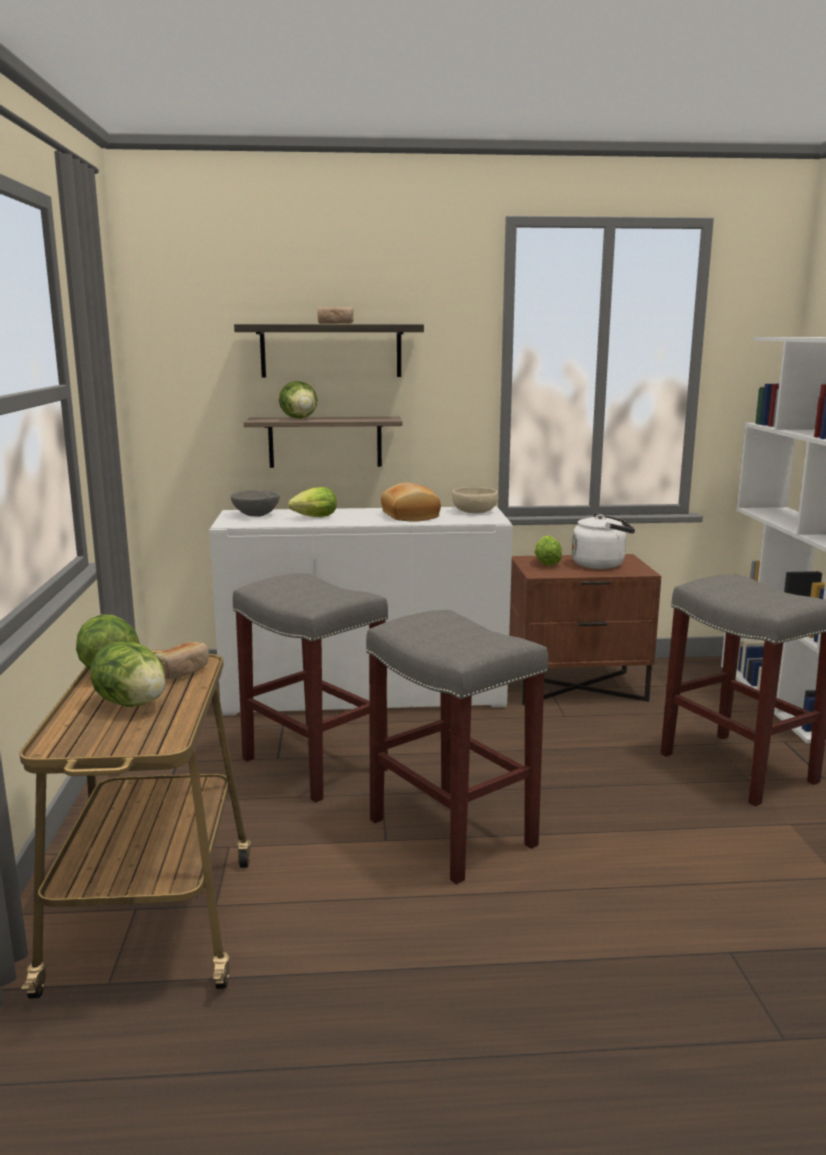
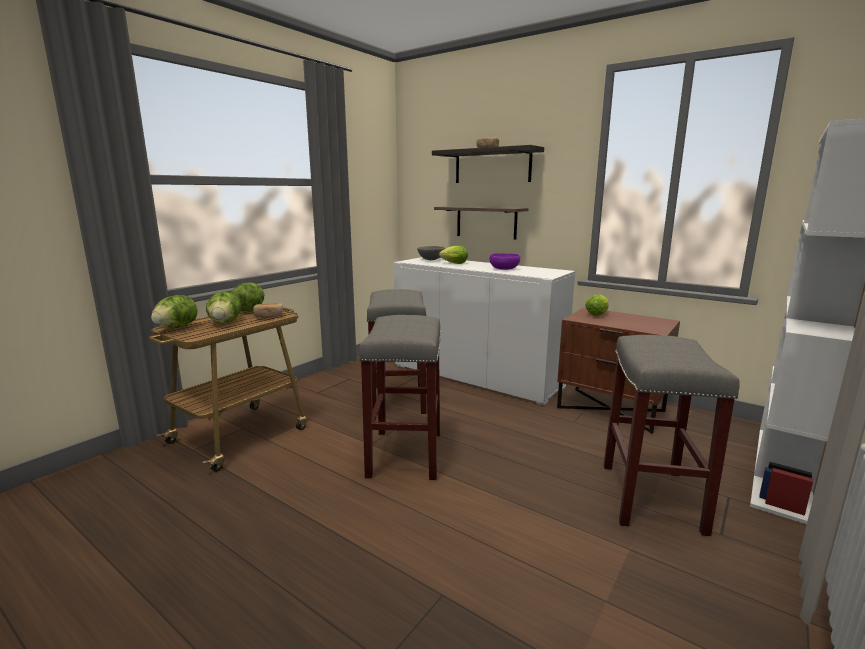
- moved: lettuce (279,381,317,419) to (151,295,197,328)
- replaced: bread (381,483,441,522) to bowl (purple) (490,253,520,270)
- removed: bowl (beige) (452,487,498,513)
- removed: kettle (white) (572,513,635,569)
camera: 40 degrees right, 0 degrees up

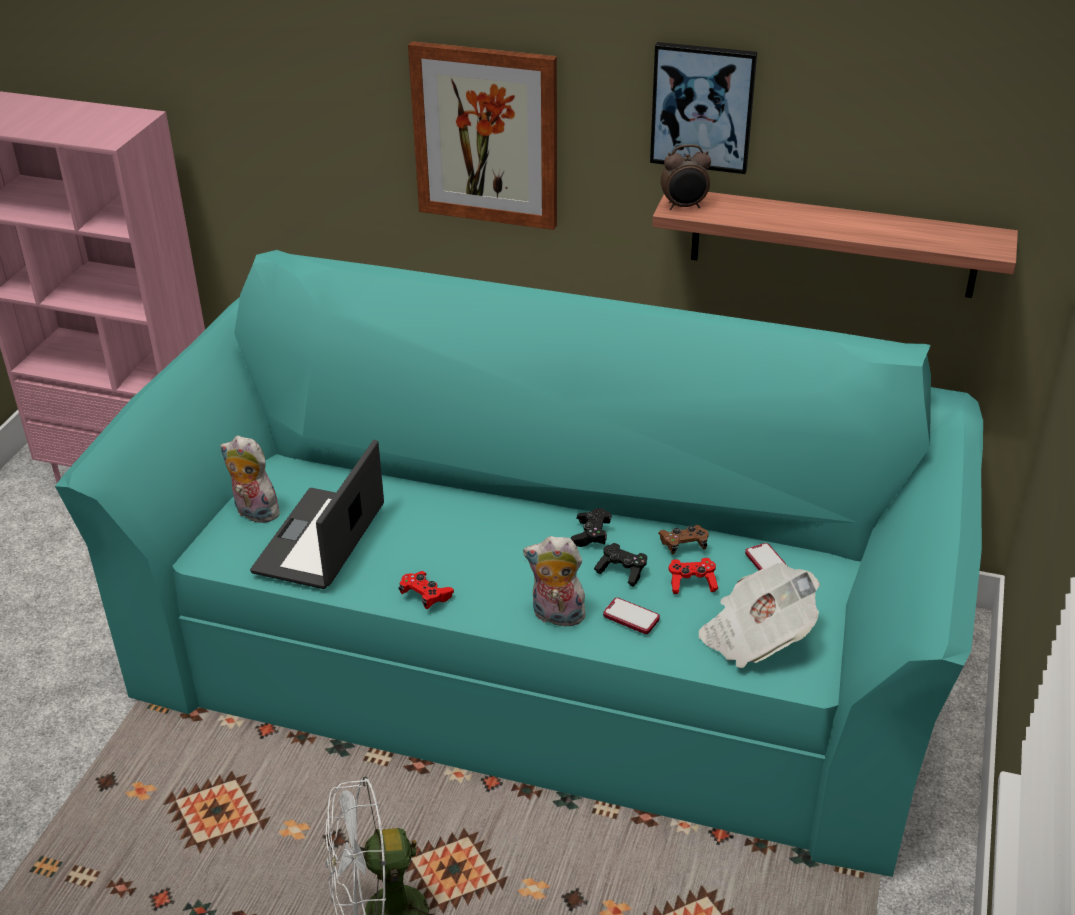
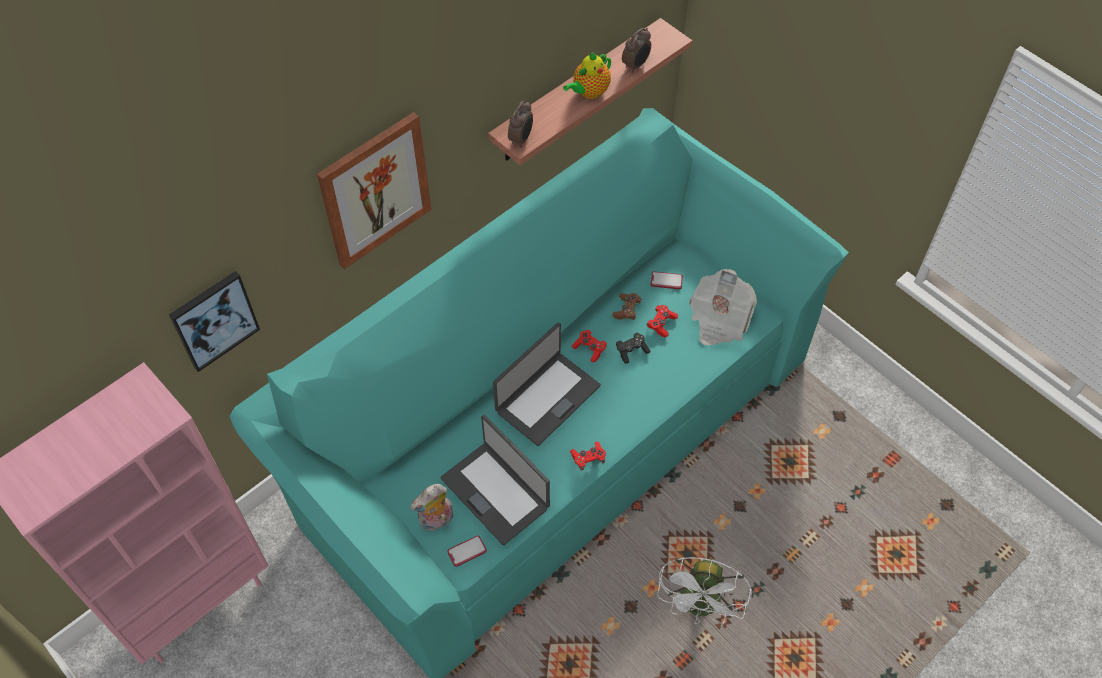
- removed: plush toy (523,536,588,630)
- recoloured: game controller (black) (571,508,612,547) to game controller (red) (572,330,607,363)
- moved: phone (603,598,660,634) to (447,536,487,567)
- moved: picture (650,42,757,174) to (169,271,260,372)
- added: laptop (493,322,601,446)
- added: teapot (563,53,611,99)
- added: alarm clock (622,28,651,73)
camera: 60 degrees left, 20 degrees up

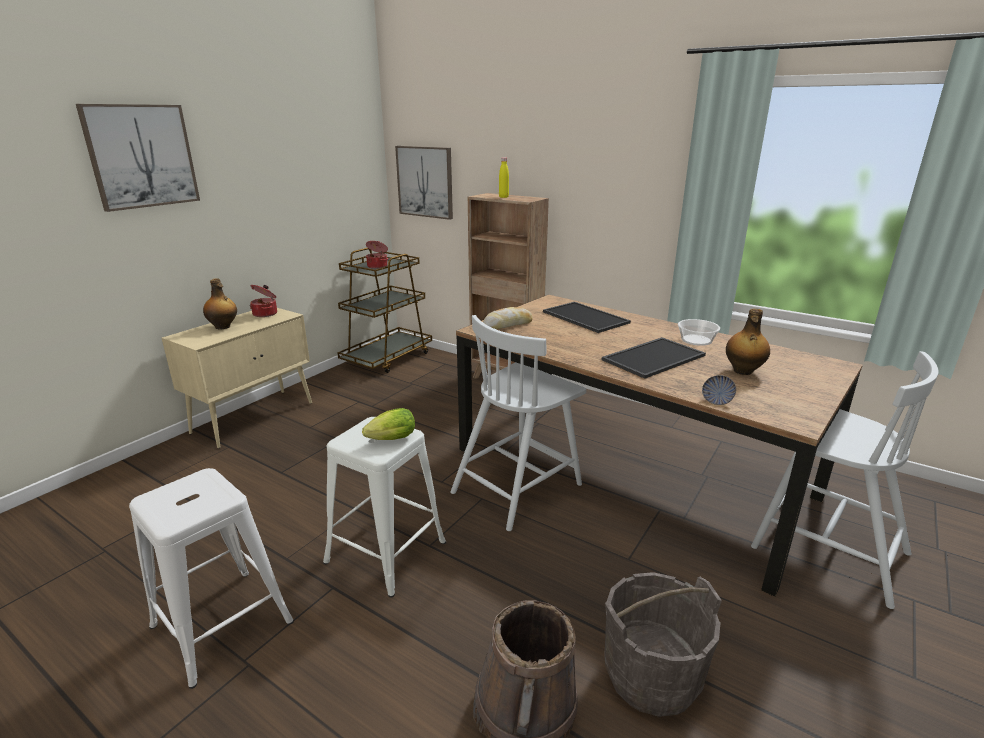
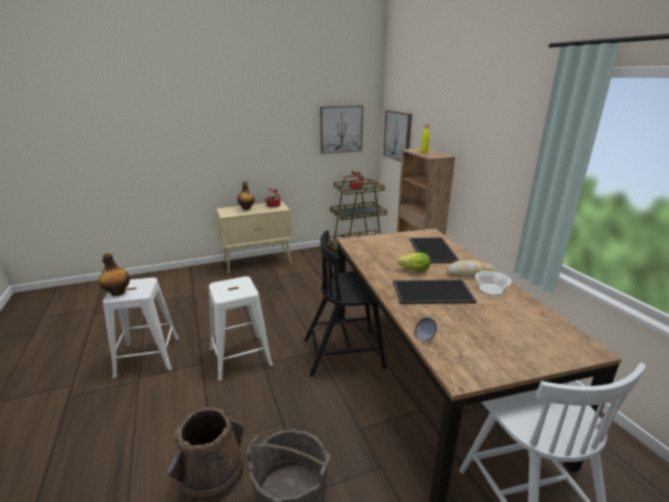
- moved: picture (76,104,200,212) to (320,105,363,154)
- moved: lettuce (362,408,415,440) to (397,253,431,272)
- recoloured: chair (white) (450,315,586,531) to chair (black) (304,230,386,377)
- moved: bread (483,307,532,329) to (447,260,496,277)
- moved: bottle (726,309,770,375) to (98,253,130,296)
camera: 35 degrees right, 0 degrees up

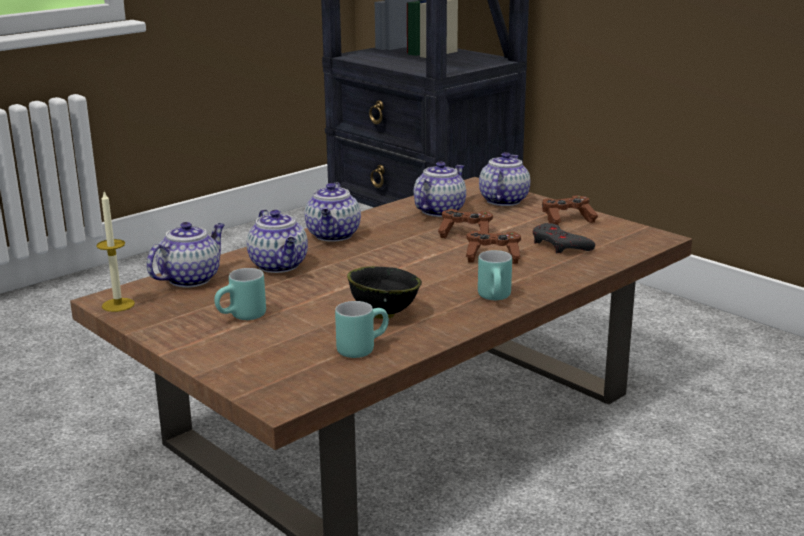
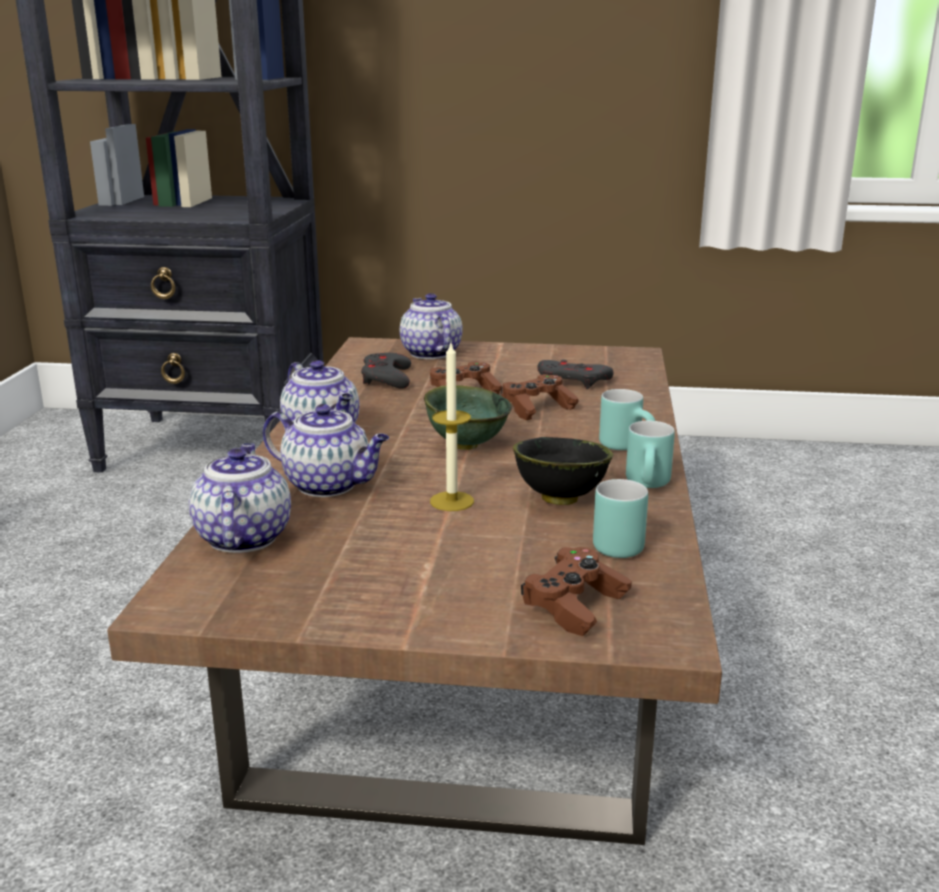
- moved: candle (96,192,135,312) to (430,343,474,511)
- moved: mug (turquoise) (214,268,266,320) to (626,421,675,488)
- replaced: teapot (414,162,466,217) to game controller (grey) (361,353,411,389)
- moved: game controller (brown) (542,195,598,226) to (521,547,632,636)
- added: bowl (green) (424,385,512,450)
camera: 40 degrees left, 0 degrees up

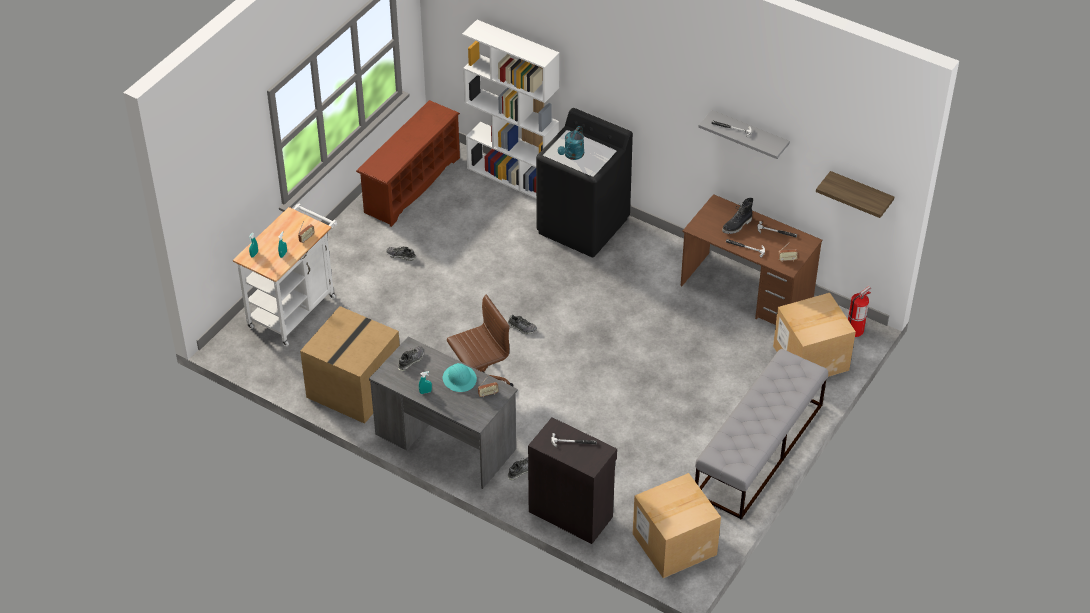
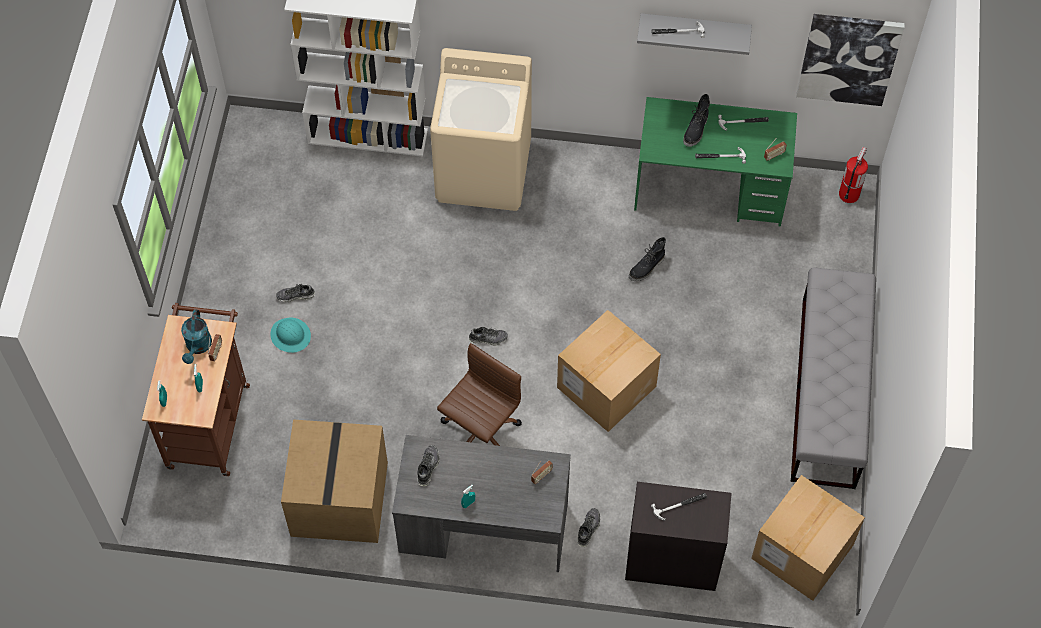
- recoloured: cart (white) (233,204,337,346) to cart (brown) (142,303,250,476)
- removed: shoe rack (brown) (356,100,460,227)
- moved: hard hat (turquoise) (442,363,477,392) to (270,318,311,353)
- recoloured: washing machine (black) (536,108,633,257) to washing machine (beige) (430,48,532,211)
- moved: watering can (turquoise) (558,126,584,160) to (181,310,212,364)
- recoloured: desk (brown) (681,194,822,325) to desk (green) (634,97,797,227)
- moved: cardboard box (773,293,856,377) to (557,310,661,432)
- replaced: shelf (816,171,894,218) to picture (796,14,905,106)
- added: boot (black) (629,237,666,281)
camera: 25 degrees left, 15 degrees up

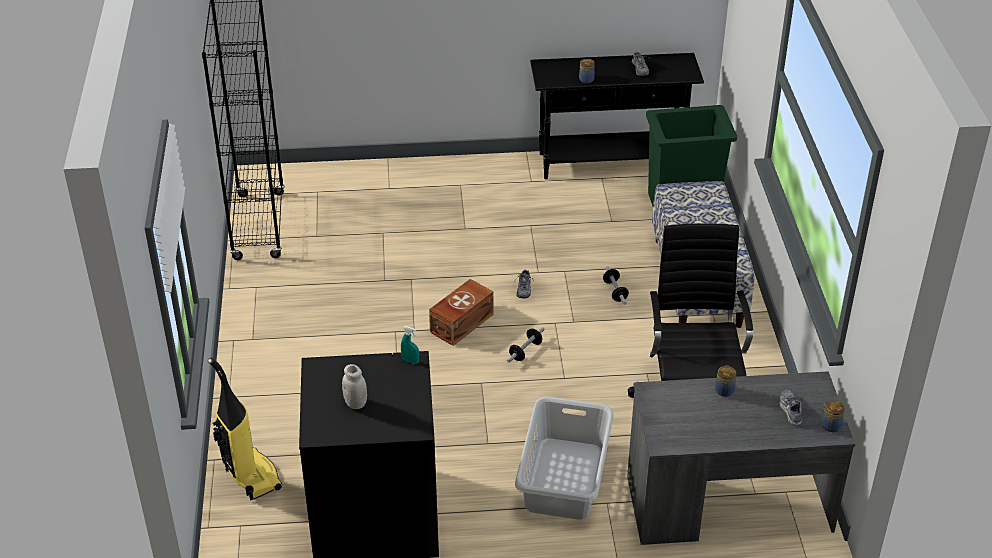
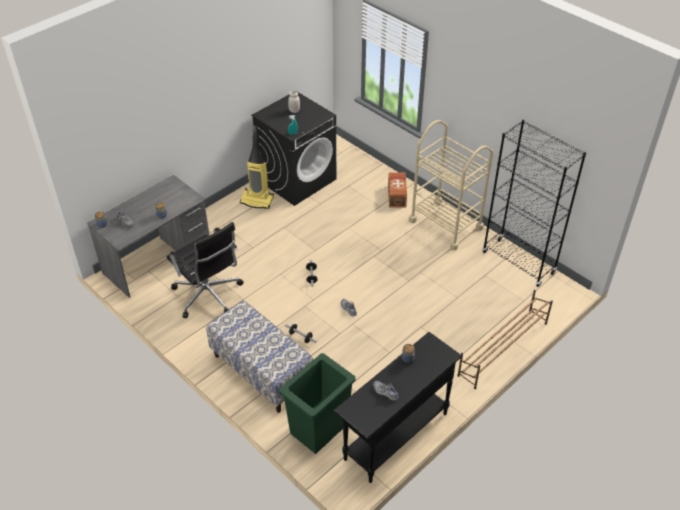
- moved: vacuum cleaner (208,358,282,500) to (240,126,274,209)
- moved: storage box (brown) (429,279,494,346) to (388,172,407,208)
- removed: laundry basket (grey) (515,396,613,520)
- added: cart (beige) (409,120,493,250)
- added: shoe rack (brown) (457,290,553,389)
camera: 140 degrees right, 5 degrees up

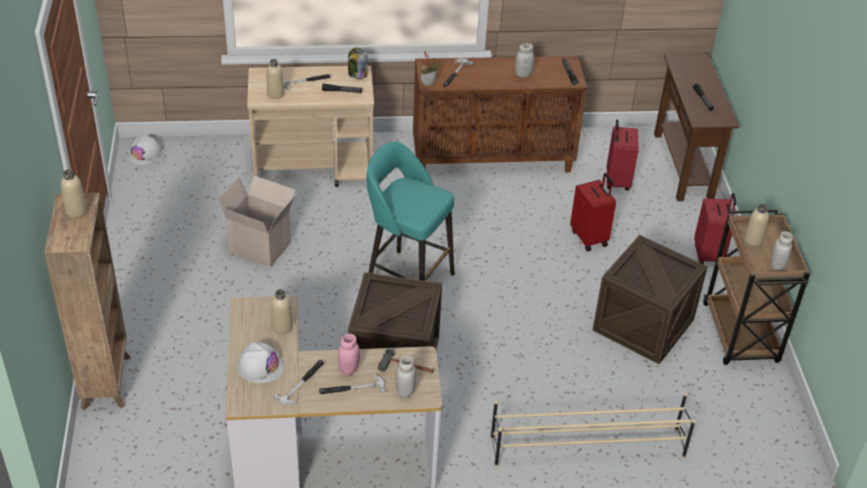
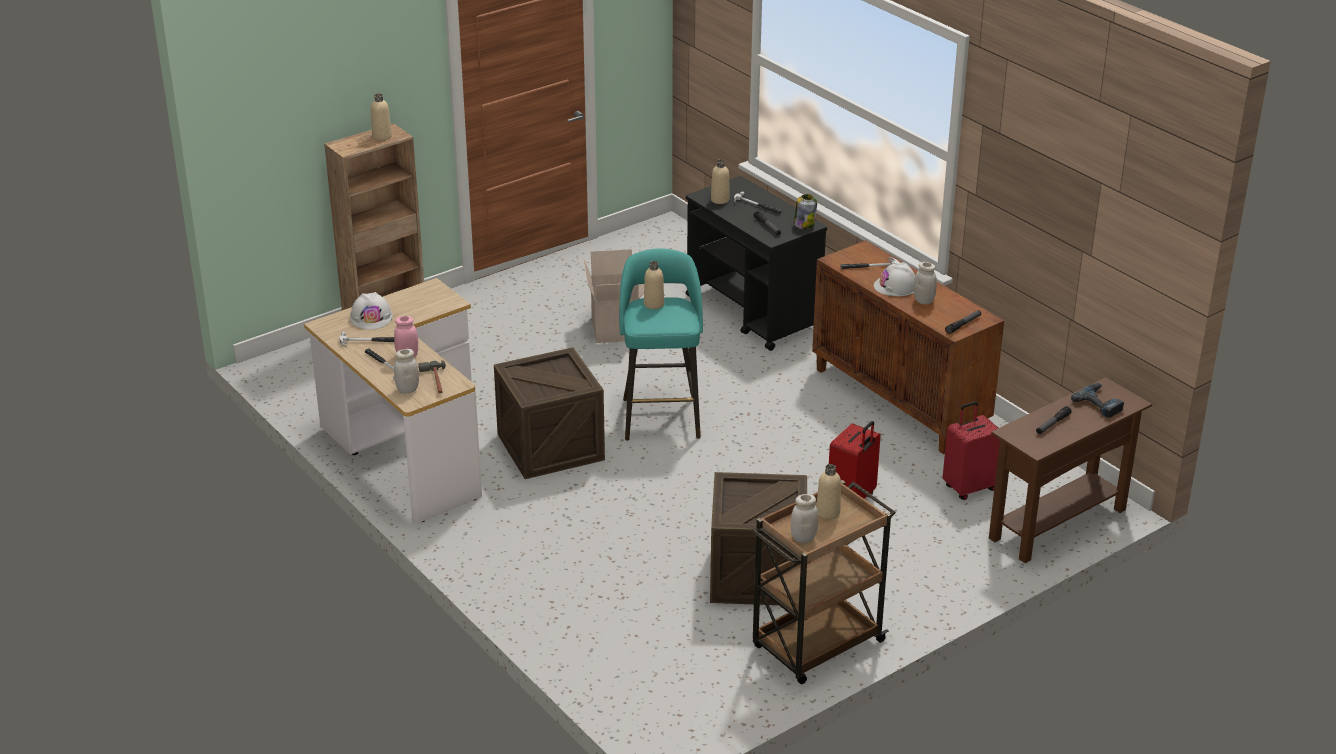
- moved: hard hat (white) (128,135,162,165) to (874,262,915,296)
- recoloured: cart (beige) (247,66,374,187) to cart (black) (686,176,827,351)
- moved: bottle (beige) (271,289,293,334) to (644,261,664,309)
- removed: potted plant (420,51,439,87)
- removed: shoe rack (beige) (490,393,695,467)
- removed: suitcase (red) (694,193,736,264)
- added: power drill (1071,383,1124,418)
camera: 60 degrees right, 10 degrees down

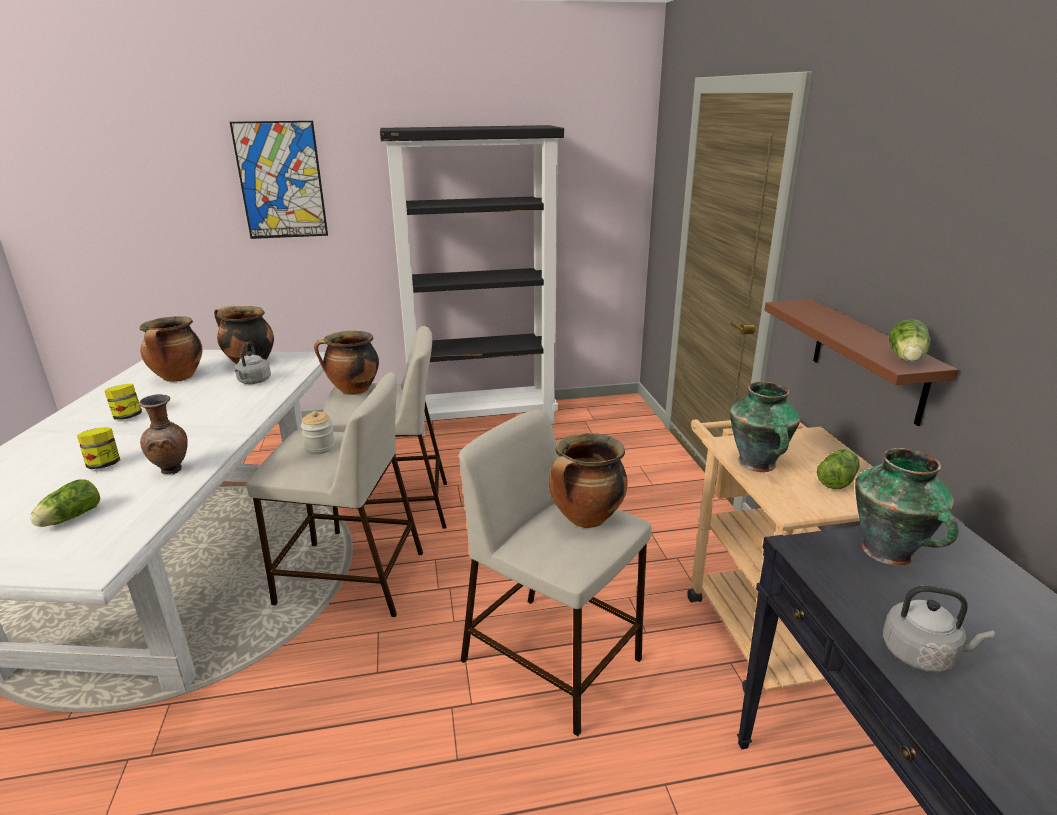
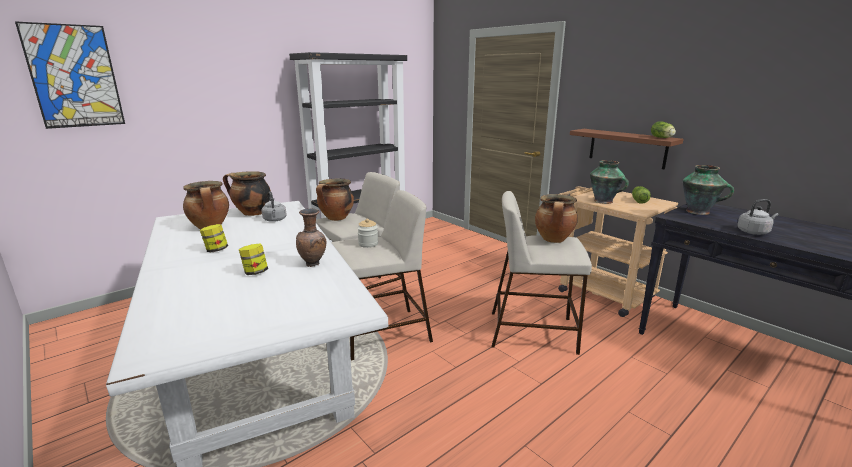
- removed: lettuce (30,479,100,527)
- moved: picture (230,121,328,239) to (15,21,125,129)
camera: 30 degrees left, 5 degrees down

